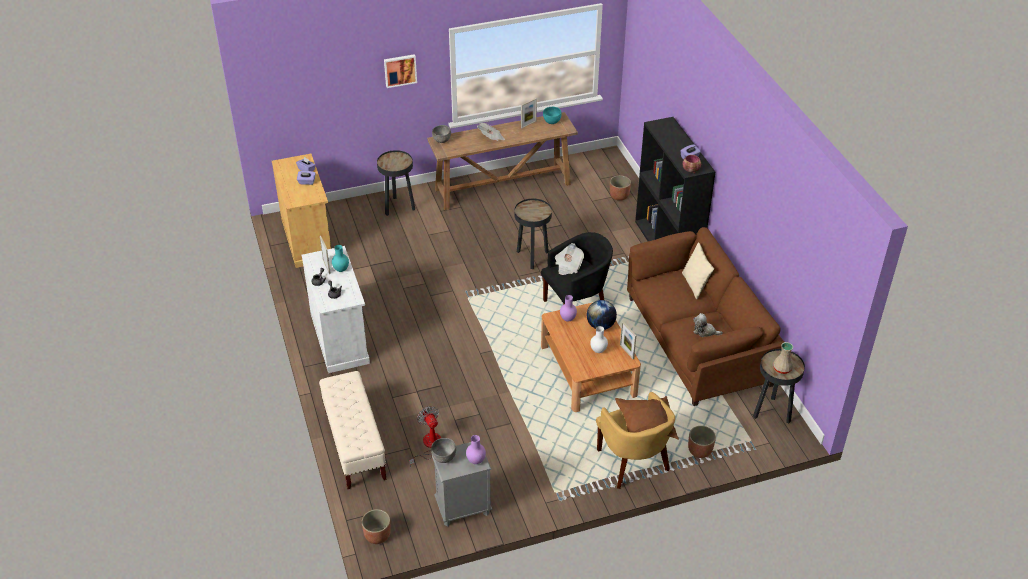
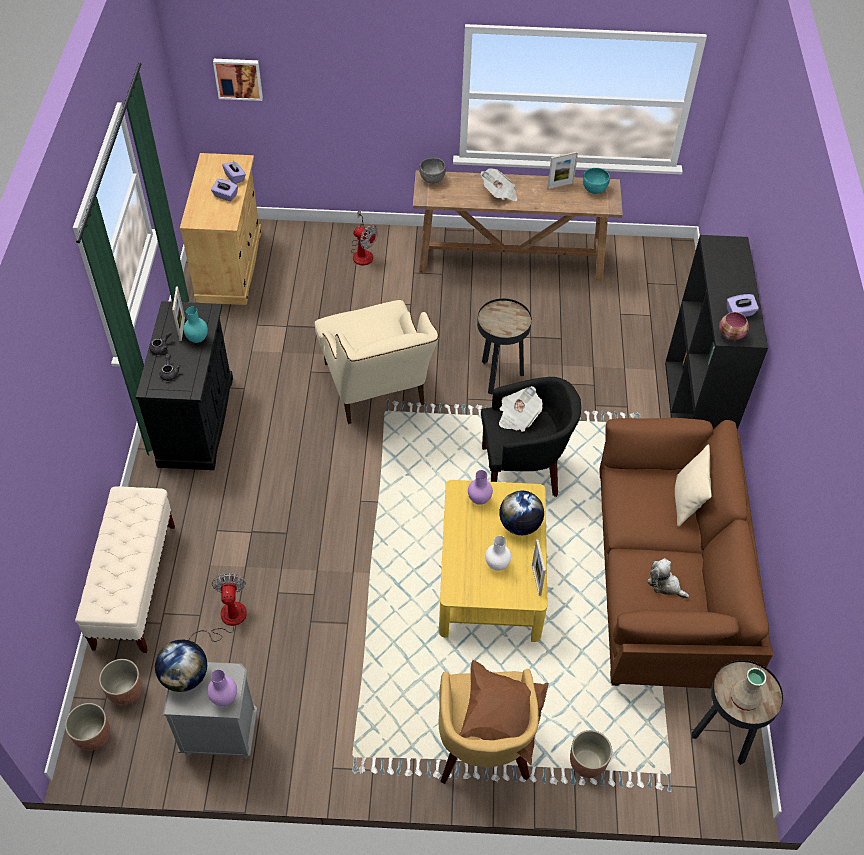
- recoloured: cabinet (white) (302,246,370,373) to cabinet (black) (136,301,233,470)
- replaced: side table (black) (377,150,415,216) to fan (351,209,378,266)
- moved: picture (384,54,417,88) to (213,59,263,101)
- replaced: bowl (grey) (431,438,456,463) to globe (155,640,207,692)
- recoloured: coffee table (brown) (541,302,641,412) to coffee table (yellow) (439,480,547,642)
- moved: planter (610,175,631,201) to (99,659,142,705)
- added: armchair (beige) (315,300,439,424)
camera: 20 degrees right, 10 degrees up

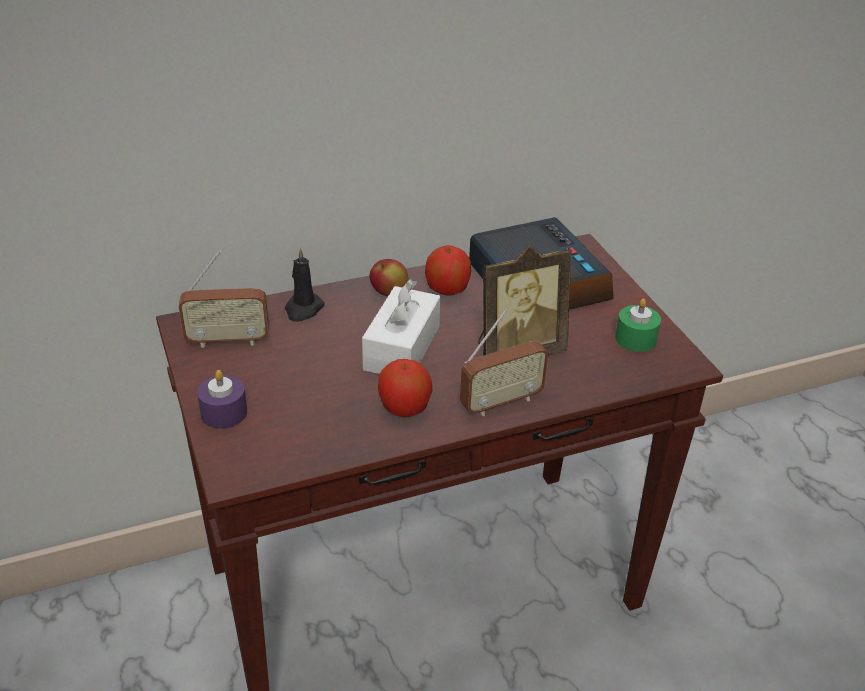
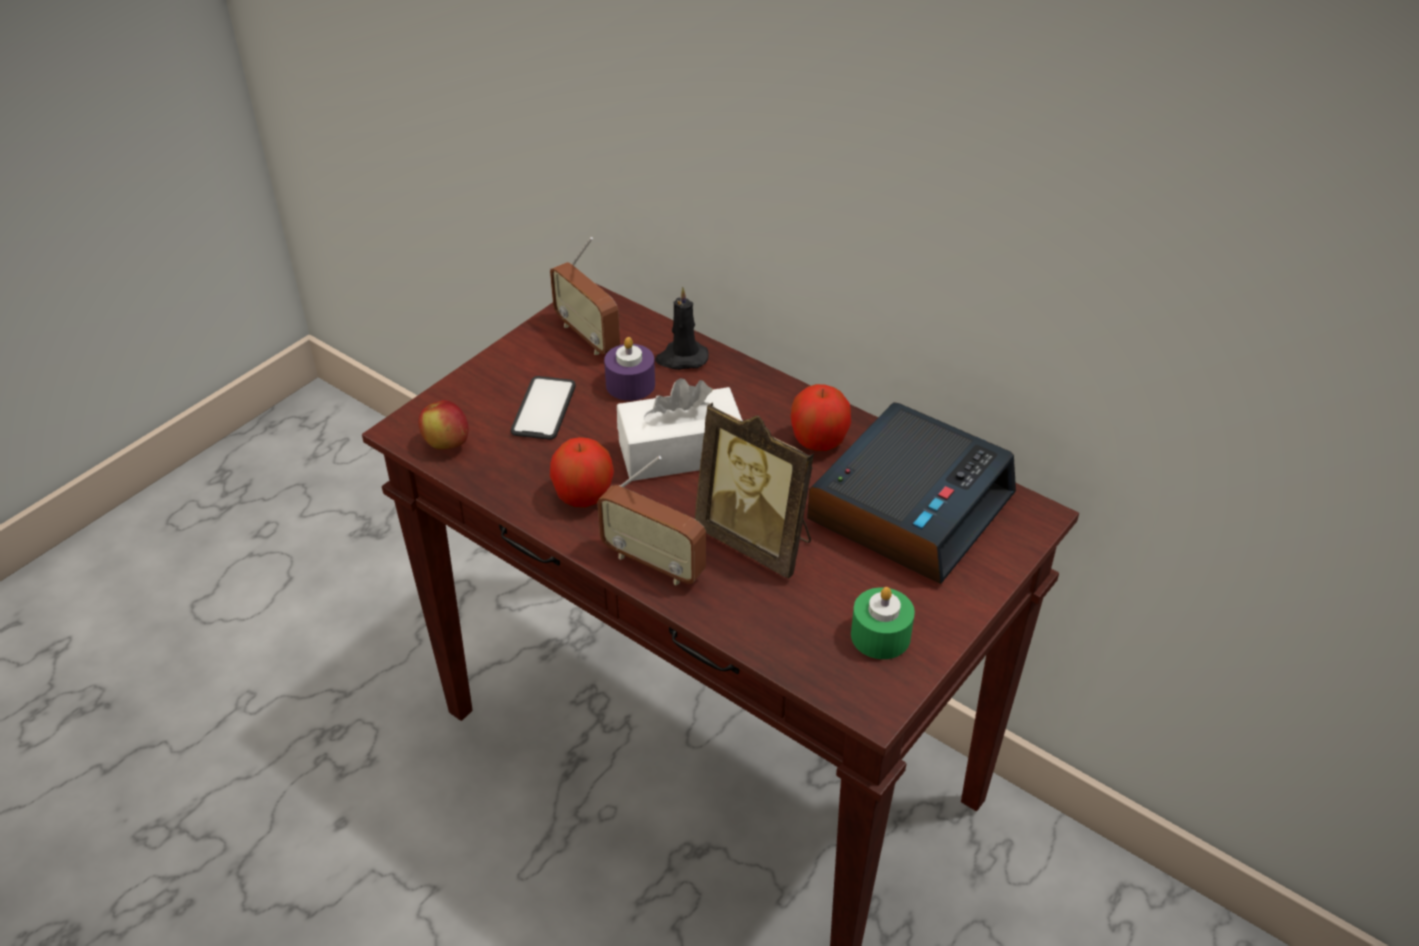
- moved: candle (purple) (197,370,247,429) to (604,337,655,401)
- moved: apple (369,259,409,296) to (419,400,468,450)
- added: phone (511,376,576,440)
camera: 60 degrees right, 5 degrees up

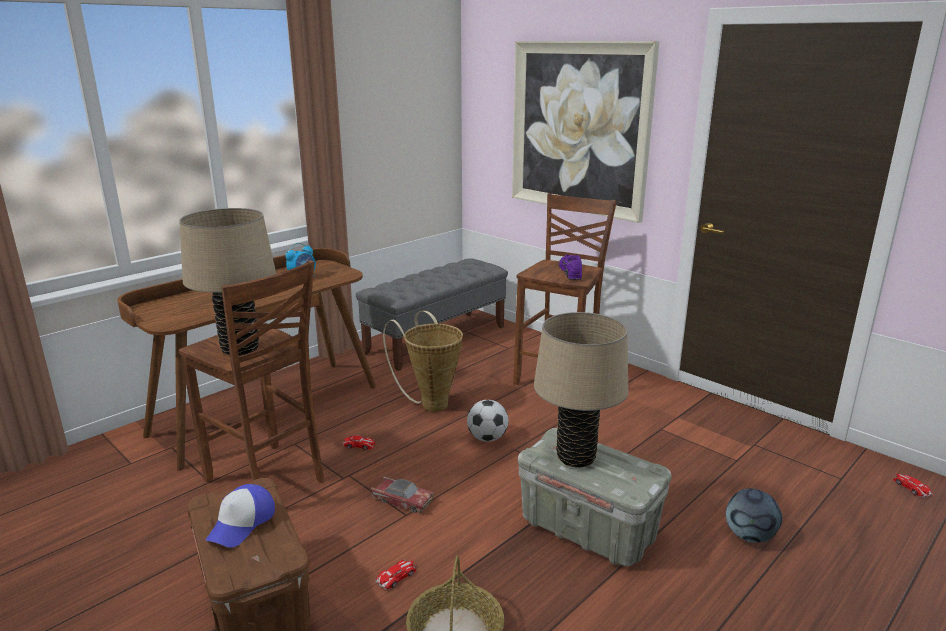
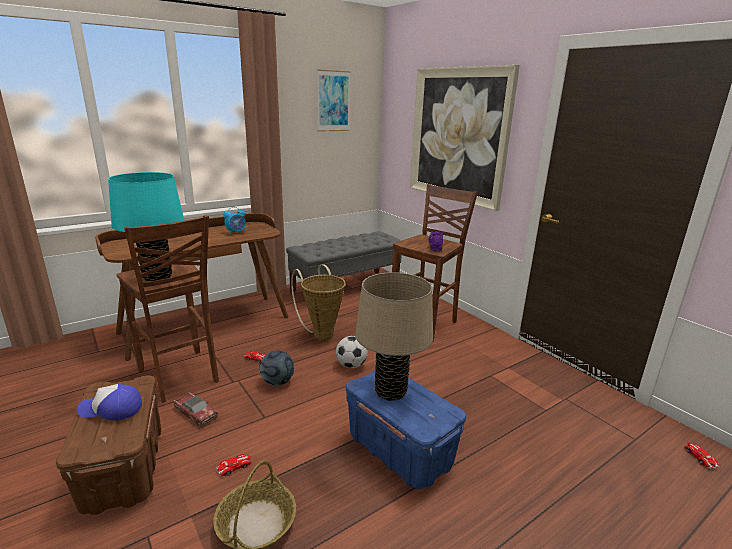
- recoloured: table lamp (beige) (179,208,276,356) to table lamp (turquoise) (108,172,184,282)
- turned: cap (205,484,275,548) = (77,384,142,421) 60 degrees clockwise
- moved: toy car (371,476,434,513) to (174,392,218,427)
- recoloured: storage box (grey) (518,428,671,566) to storage box (blue) (346,370,466,489)
- moved: football (726,488,782,543) to (259,351,294,386)
- added: picture (317,70,350,132)
camera: 10 degrees right, 0 degrees up

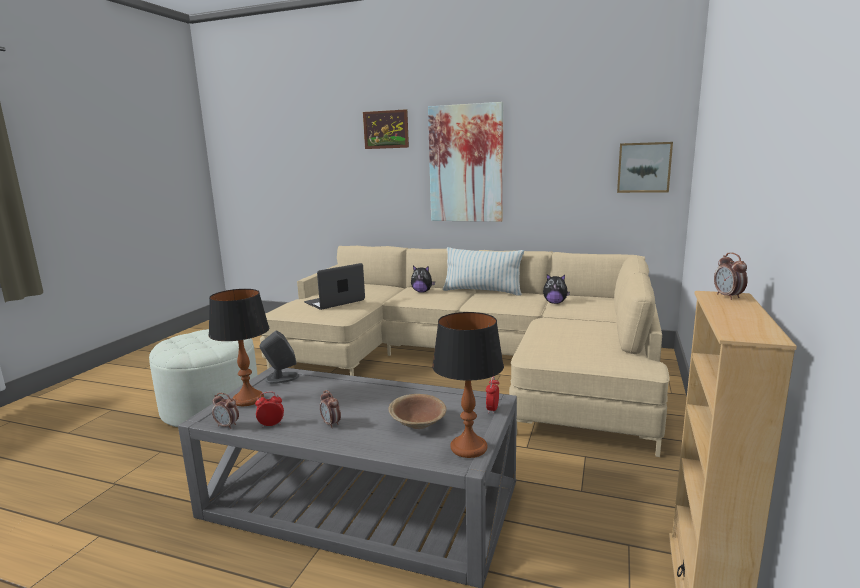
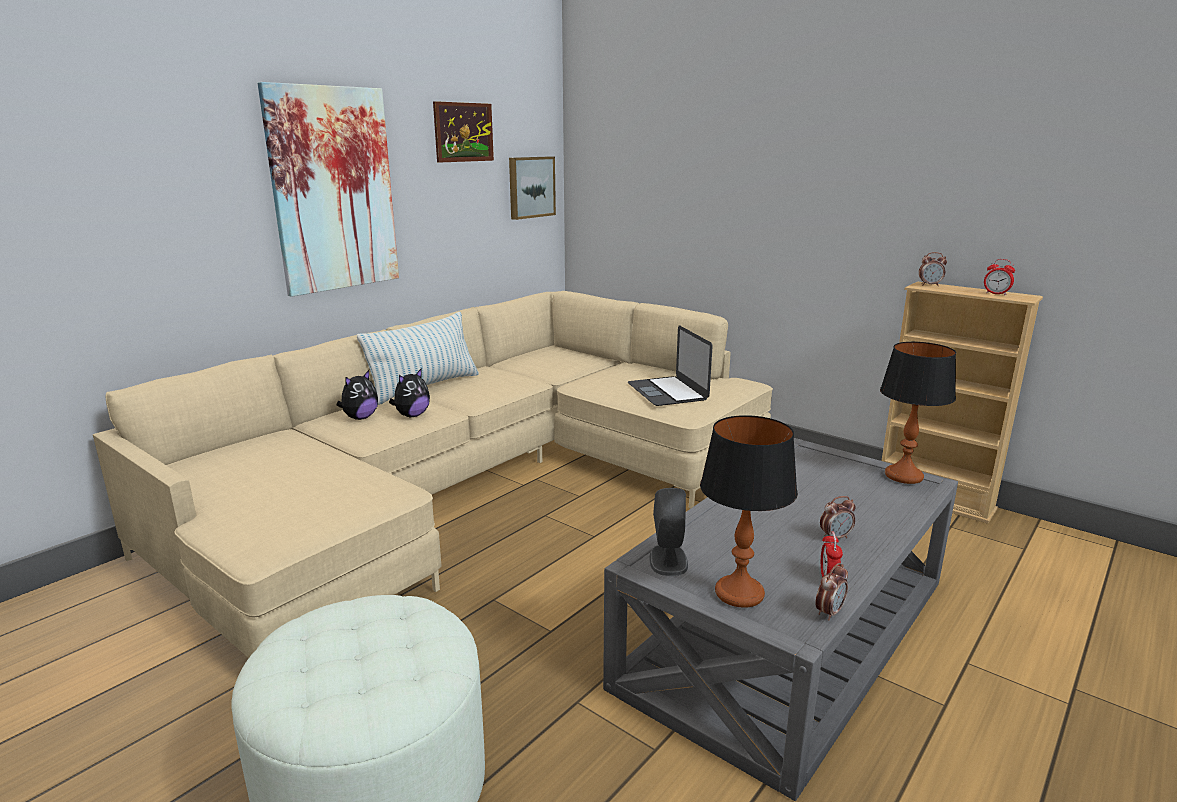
- moved: laptop (304,263,365,310) to (628,325,713,406)
- moved: picture (363,109,409,149) to (433,101,494,163)
- removed: bowl (brown) (388,394,446,429)
- moved: alarm clock (486,376,500,414) to (984,259,1015,295)
- moved: plush toy (543,274,570,304) to (389,368,430,417)
camera: 70 degrees left, 5 degrees up

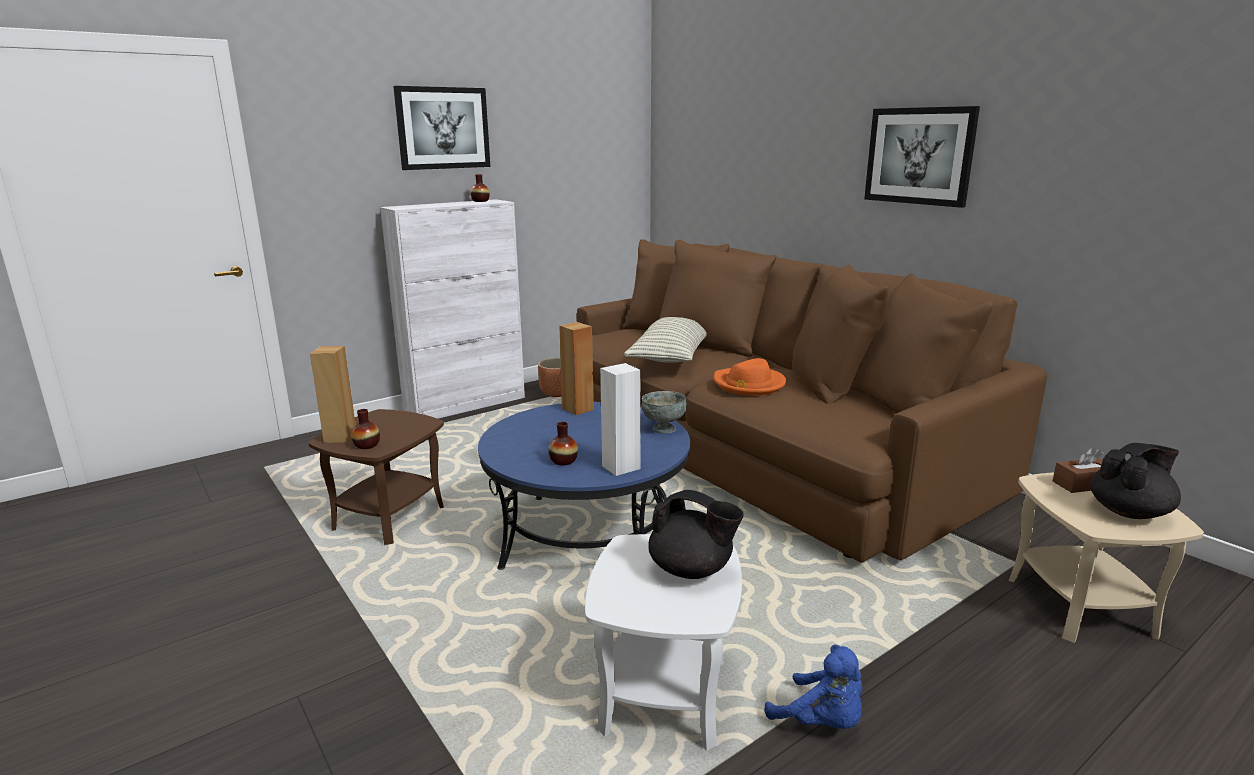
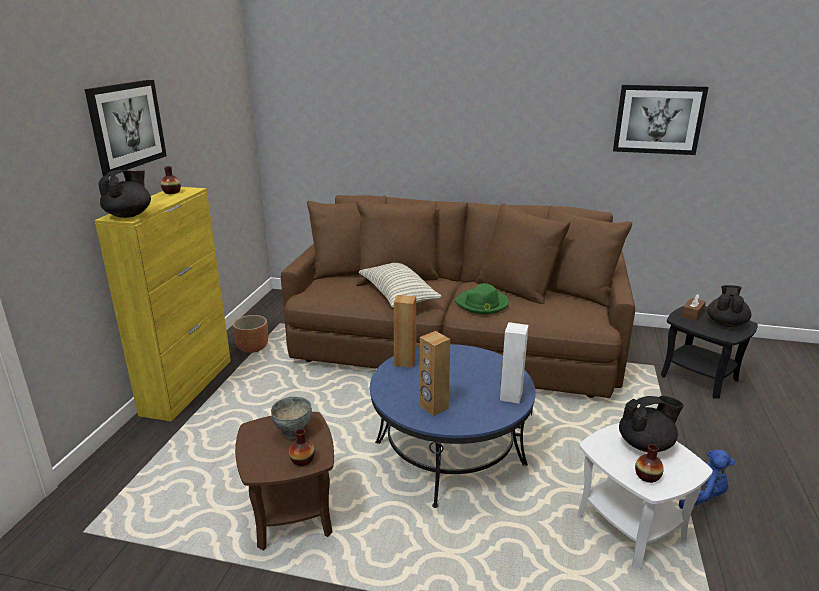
- moved: speaker (brown) (310,346,356,443) to (419,331,450,416)
- recoloured: cabinet (white) (380,199,525,419) to cabinet (yellow) (94,187,231,422)
- moved: vase (549,422,578,466) to (635,444,664,483)
- moved: bowl (grey) (642,391,687,434) to (271,397,312,439)
- recoloured: hat (orange) (714,358,786,396) to hat (green) (455,283,509,314)
- moved: picture (864,106,980,208) to (613,85,709,155)
- recoloured: side table (beige) (1009,472,1204,643) to side table (black) (661,306,758,399)
- added: teapot (black) (99,170,151,218)
camera: 40 degrees left, 5 degrees up

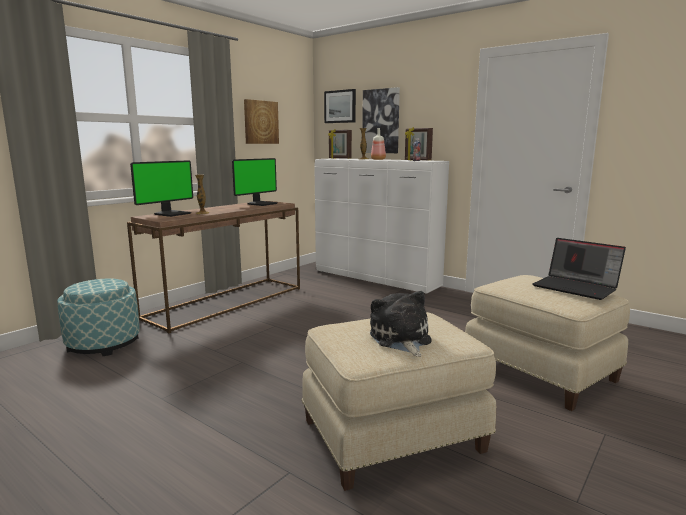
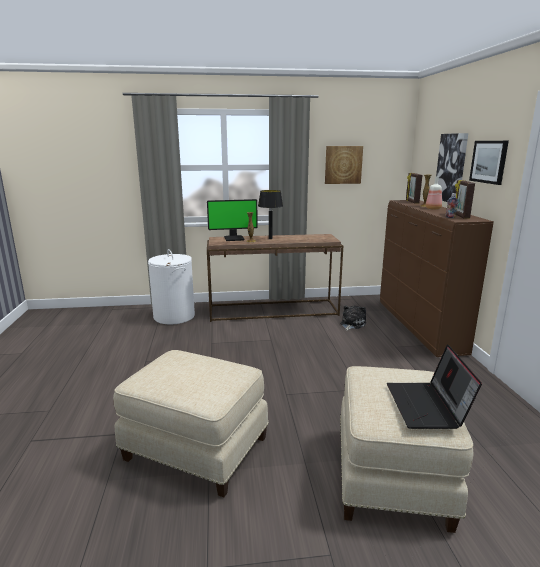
- replaced: ottoman (57,279,140,356) to laundry basket (white) (148,249,195,324)
- removed: monitor (232,158,278,206)
- recoloured: dresser (white) (314,158,449,294) to dresser (brown) (380,200,494,357)
- moved: picture (324,89,356,123) to (469,141,509,185)
- moved: plush toy (370,291,431,357) to (340,305,366,331)
- added: table lamp (black) (258,190,283,239)
camera: 45 degrees right, 5 degrees up

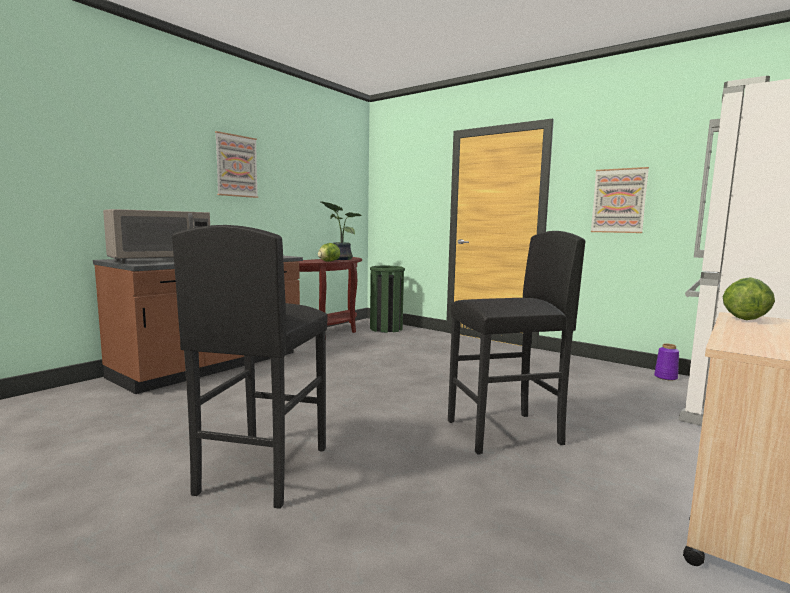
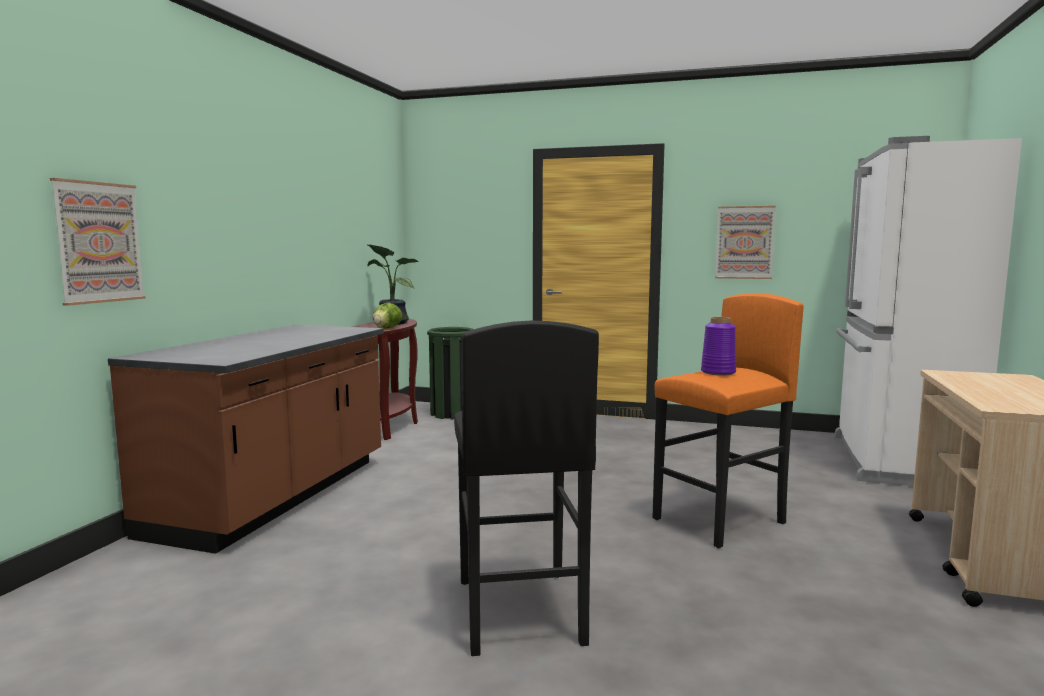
- removed: microwave (grey) (103,209,210,263)
- moved: picture (215,131,258,198) to (50,178,146,306)
- recoloured: stool (black) (448,231,585,455) to stool (orange) (652,293,804,548)
- moved: vase (purple) (654,344,679,381) to (701,317,736,376)
- removed: lettuce (723,277,775,320)
camera: 20 degrees left, 0 degrees up

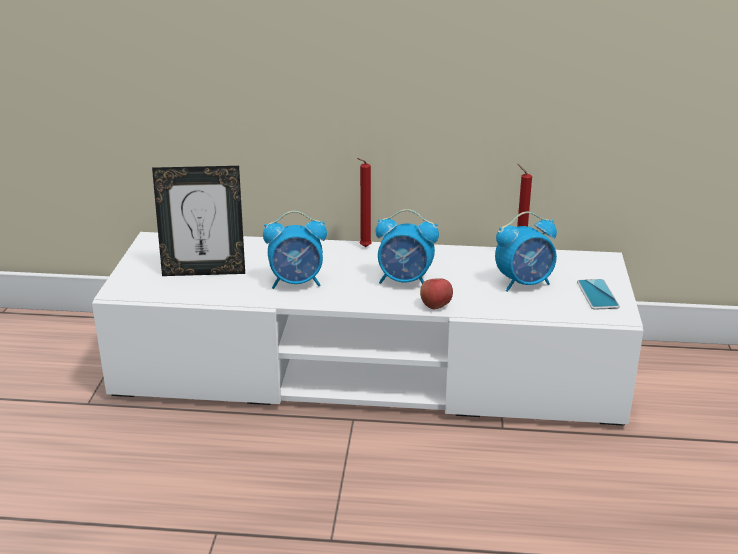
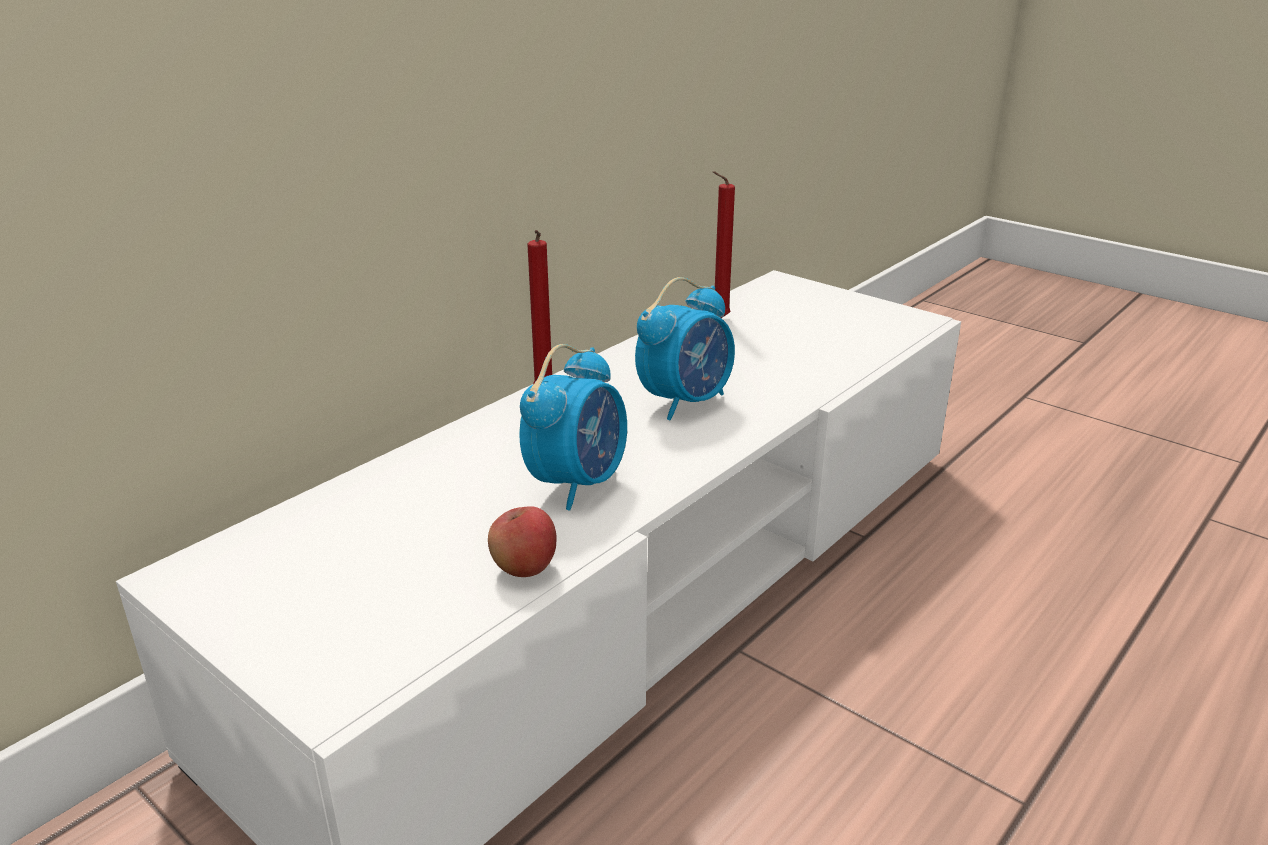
- removed: picture frame (152,166,245,276)
- moved: apple (420,278,453,309) to (488,506,557,577)
- removed: alarm clock (495,212,557,292)
- removed: phone (577,279,620,310)
camera: 55 degrees left, 0 degrees up

